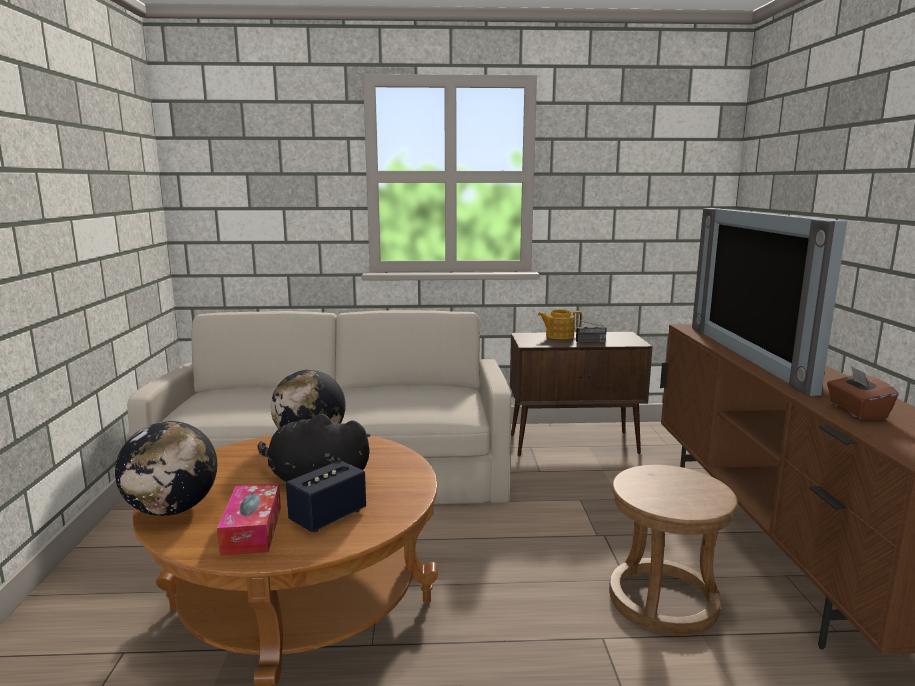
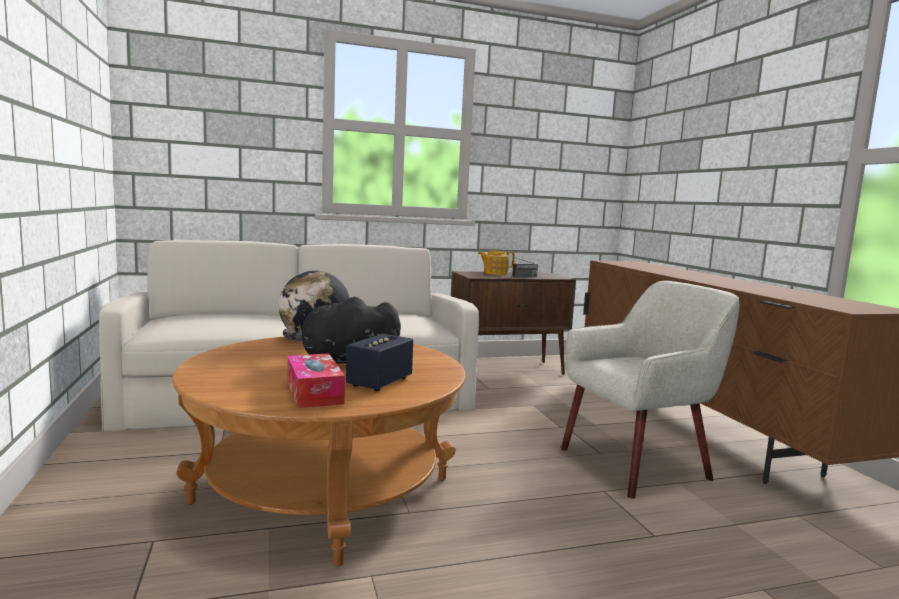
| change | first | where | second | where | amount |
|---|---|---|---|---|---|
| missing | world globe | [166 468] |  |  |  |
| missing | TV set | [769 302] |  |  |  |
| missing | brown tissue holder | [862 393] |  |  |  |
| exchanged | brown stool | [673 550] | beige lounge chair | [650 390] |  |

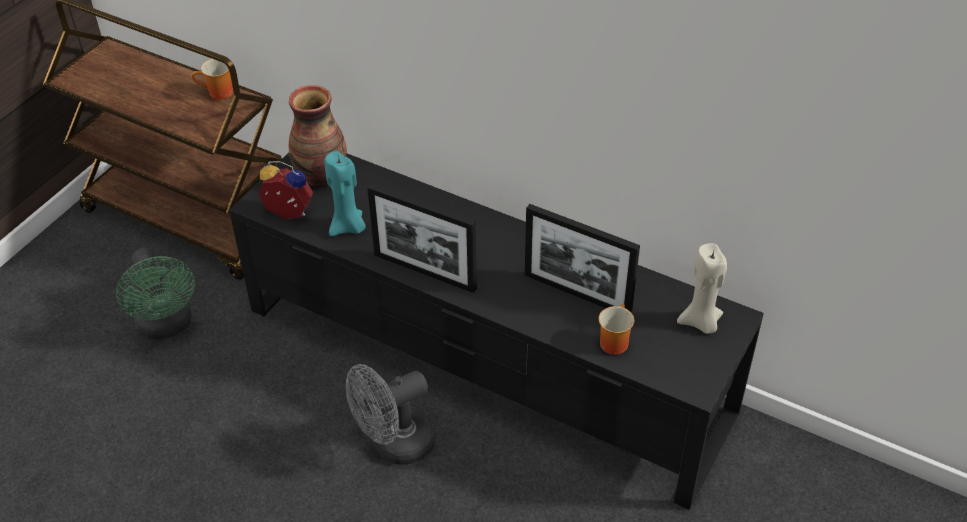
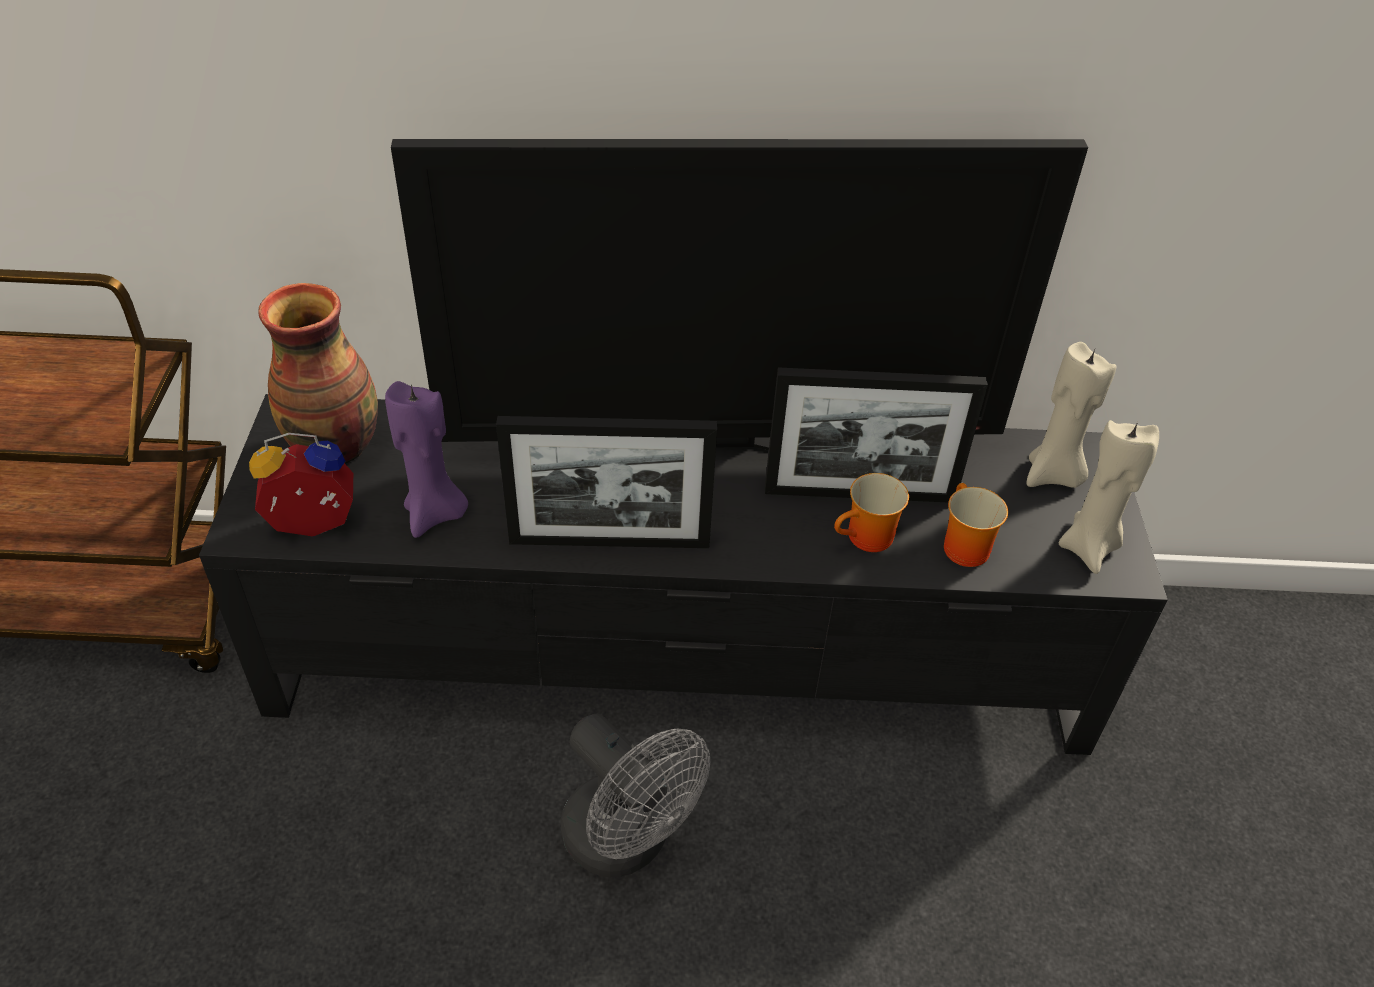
| change | first | where | second | where | amount |
|---|---|---|---|---|---|
| missing | greenish electric fan | [155 293] |  |  |  |
| appeared |  |  | TV set | [739 294] |  |
| appeared |  |  | beige wax light | [1109 497] |  |
| relocated | mug | [212 79] |  | [871 512] |  |
| colour | blue-green wax light | [345 193] | purple-coloured wax light | [426 459] |  |
| spun | grey electric fan | [391 414] |  | [635 796] | 75 degrees counterclockwise |

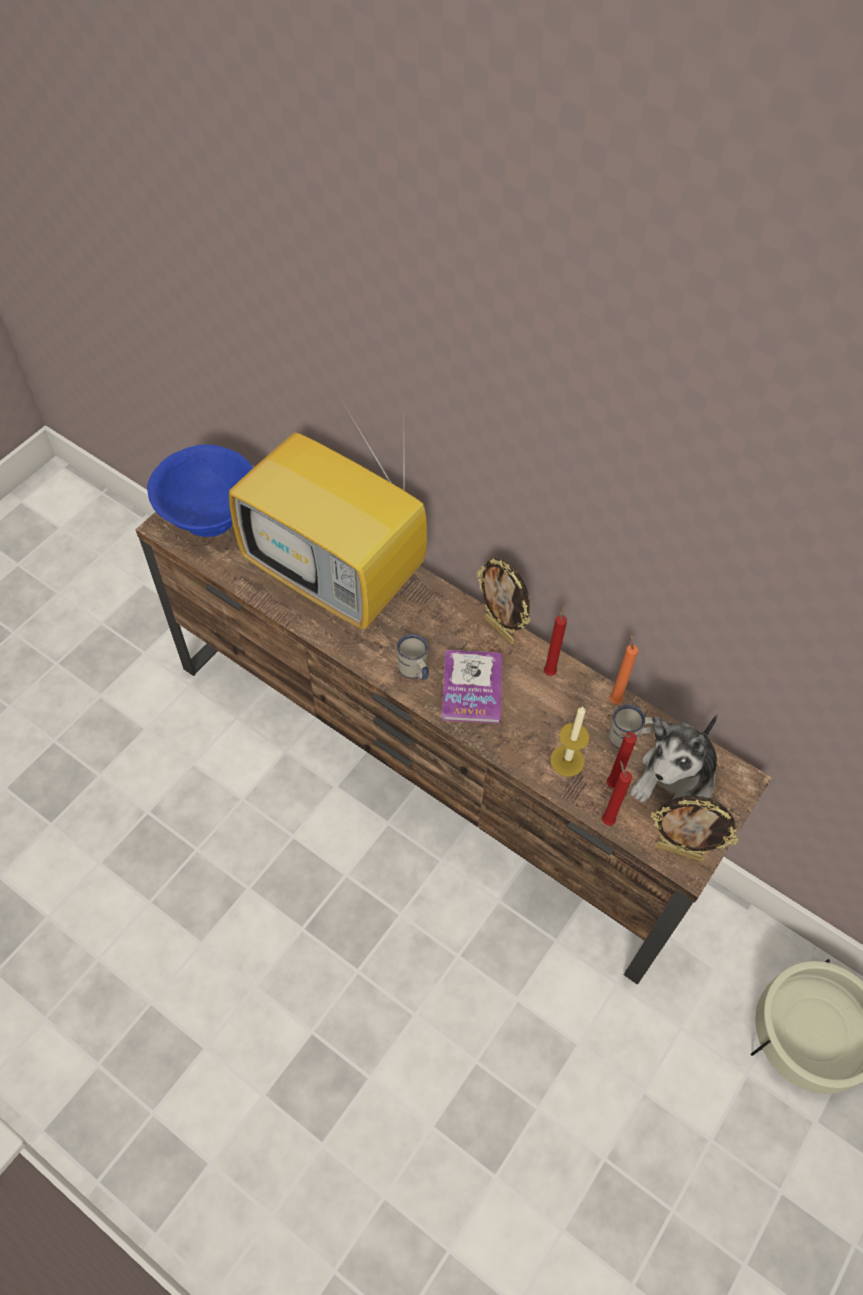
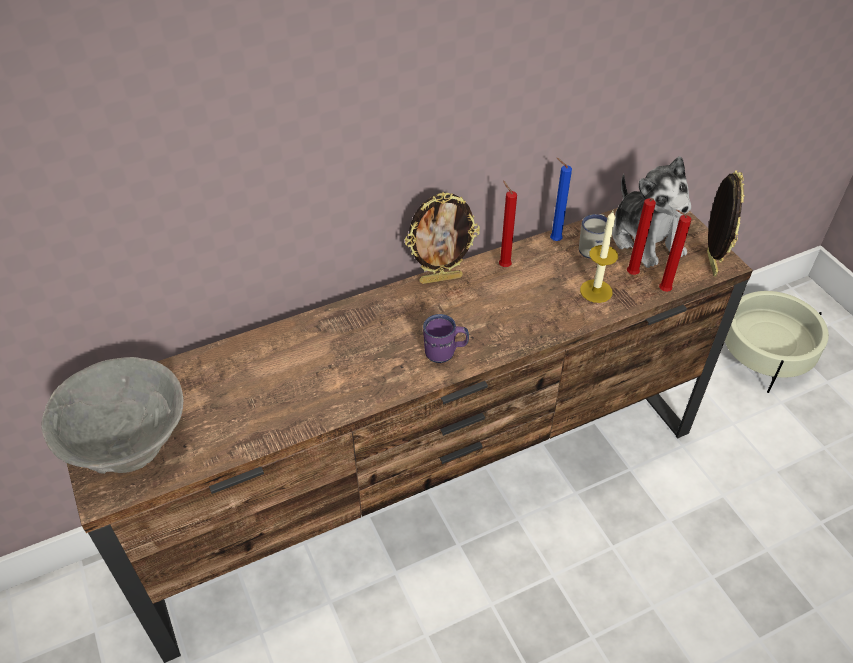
| change | first | where | second | where | amount |
|---|---|---|---|---|---|
| missing | TV set | [328 512] |  |  |  |
| missing | volume | [471 687] |  |  |  |
| colour | blue bowl | [200 490] | grey bowl | [112 415] |  |
| colour | white-coloured mug | [413 657] | purple-coloured mug | [446 338] |  |
| colour | orange wax light | [623 668] | blue wax light | [561 199] |  |
| spun | photo frame | [694 828] |  | [726 224] | 45 degrees counterclockwise |

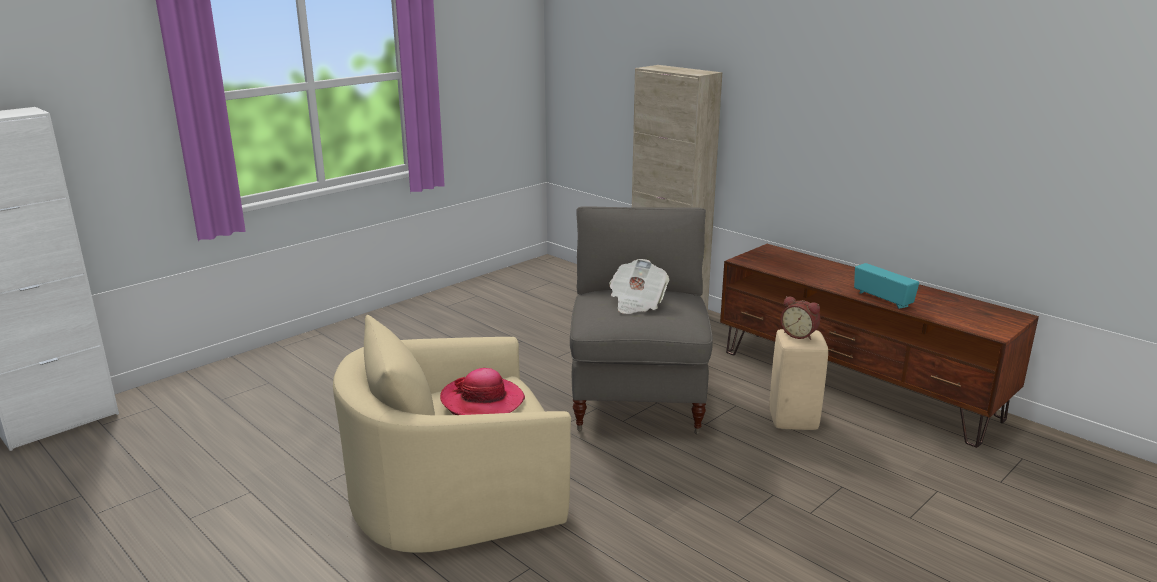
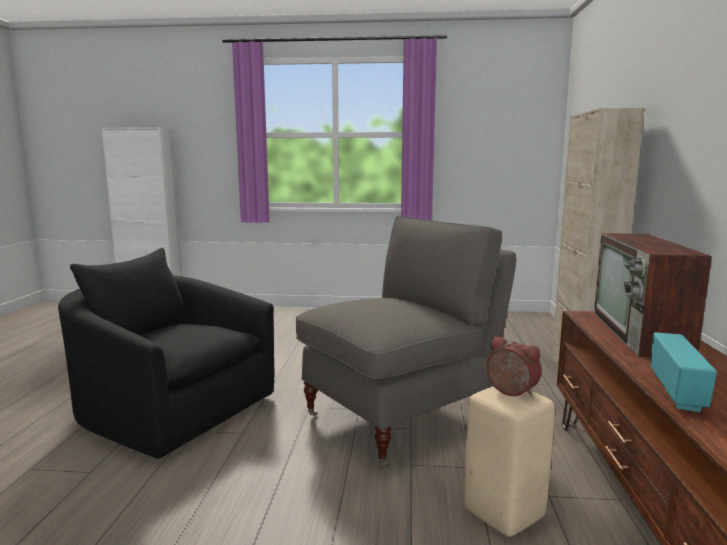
| change | first | where | second | where | amount |
|---|---|---|---|---|---|
| missing | clothing hat | [482 391] |  |  |  |
| missing | daily paper | [639 286] |  |  |  |
| appeared |  |  | TV set | [653 295] |  |
| colour | beige lounge chair | [452 434] | black lounge chair | [166 353] |  |
| spun | alarm clock | [800 318] |  | [514 366] | 135 degrees clockwise |

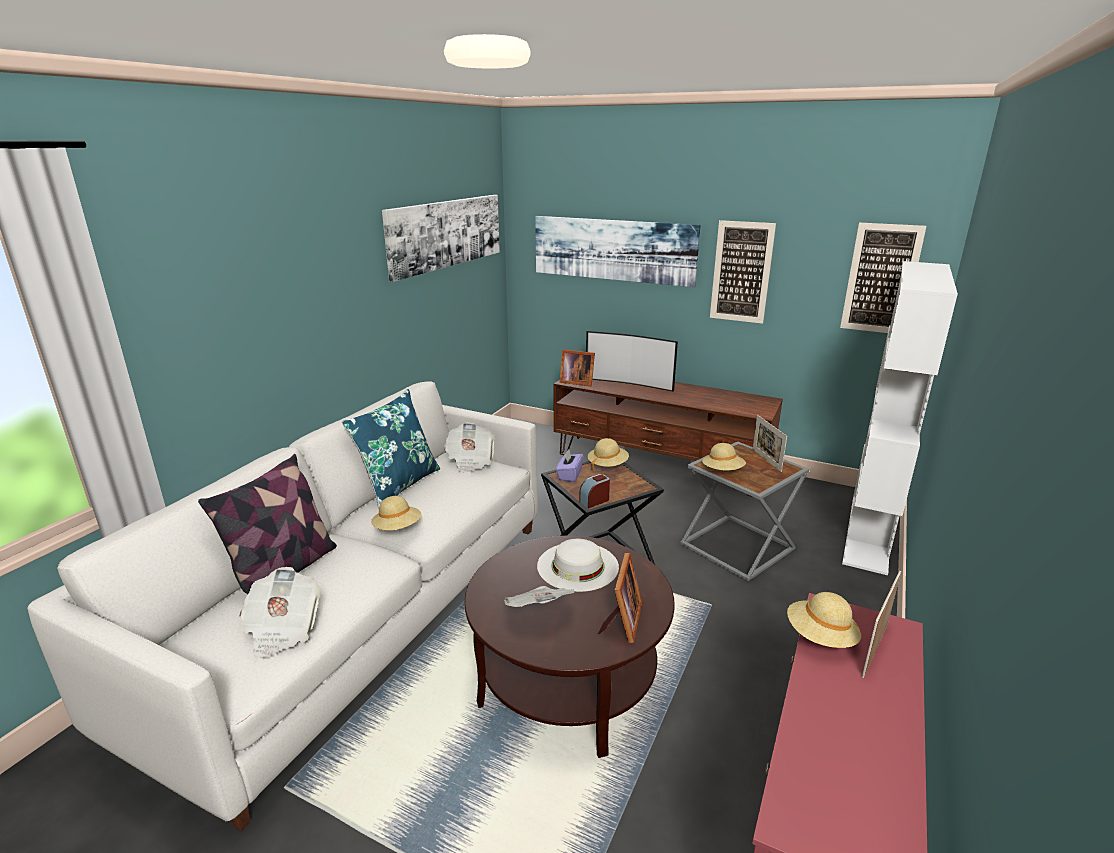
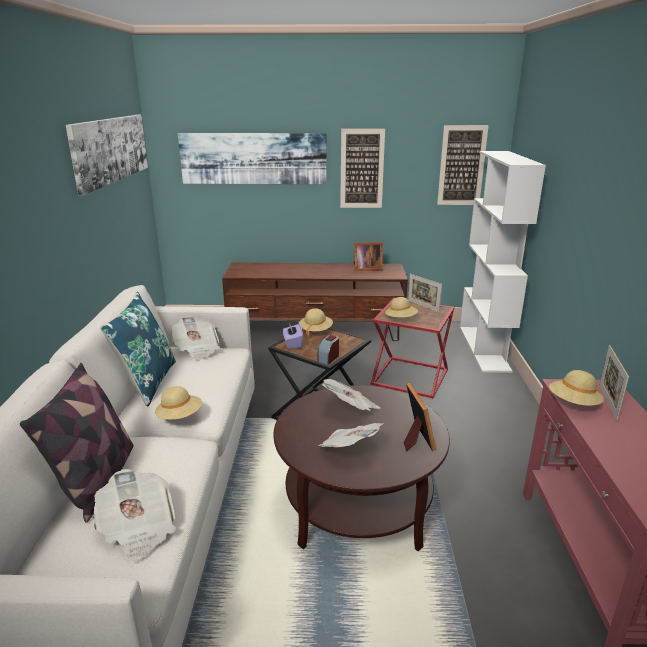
| change | first | where | second | where | amount |
|---|---|---|---|---|---|
| missing | TV set | [632 361] |  |  |  |
| relocated | photo frame | [577 368] |  | [368 256] |  |
| exchanged | white-coloured clothing hat | [578 565] | daily paper | [351 395] |  |
| colour | grey end table | [744 511] | red end table | [412 348] |  |

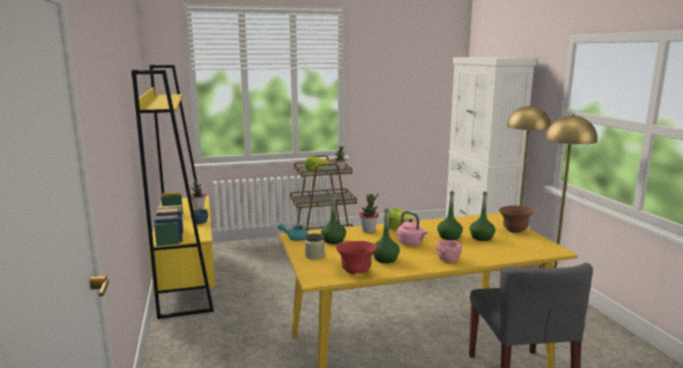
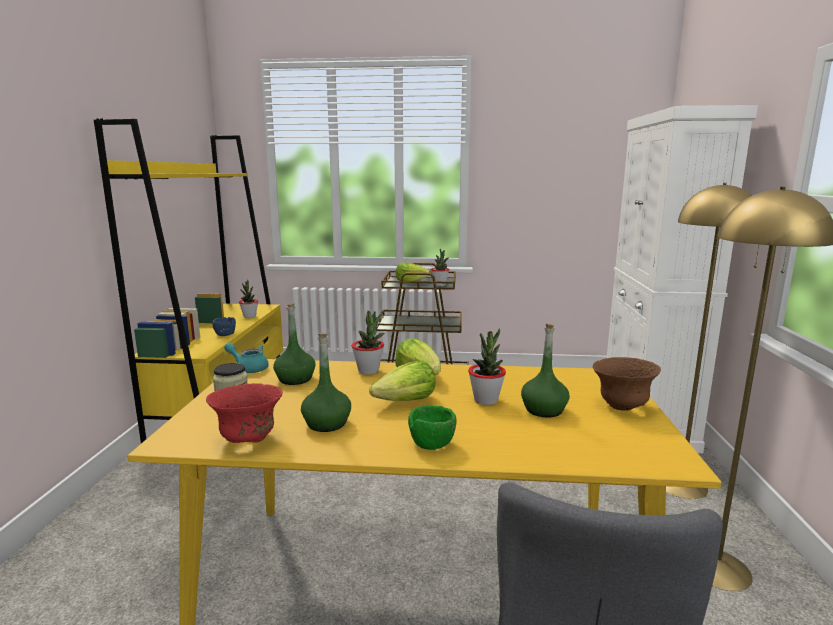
| change | first | where | second | where | amount |
|---|---|---|---|---|---|
| exchanged | pinkish tea kettle | [412 228] | head of lettuce | [402 381] |  |
| exchanged | greenish beverage bottle | [450 215] | houseplant | [487 366] |  |
| colour | pinkish bowl | [449 251] | greenish bowl | [432 428] |  |

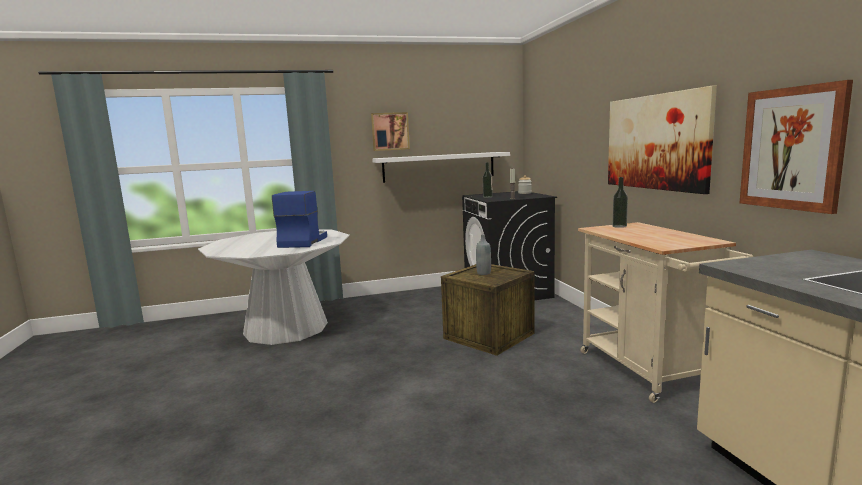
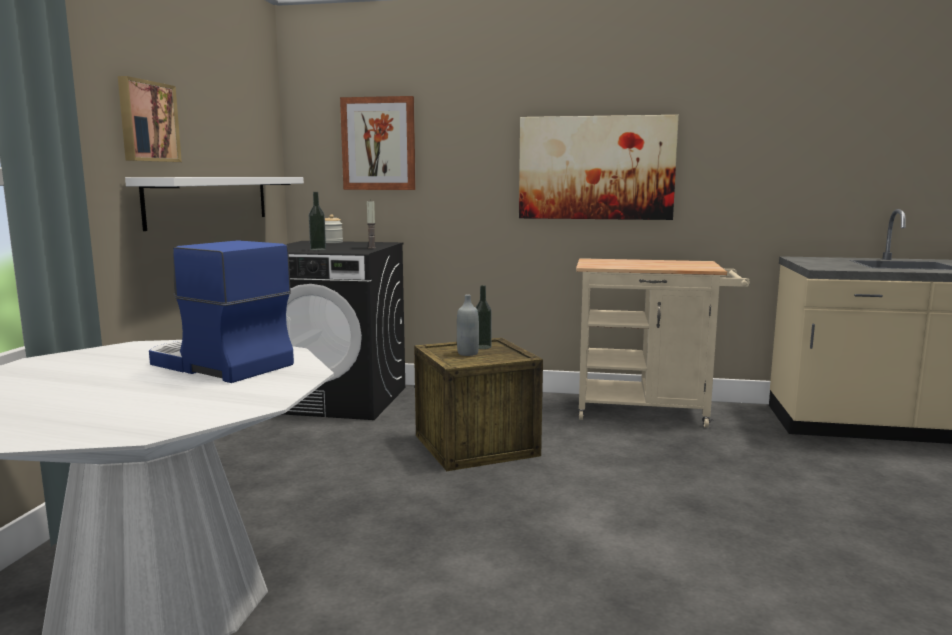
| change | first | where | second | where | amount |
|---|---|---|---|---|---|
| relocated | beverage bottle | [620 202] |  | [483 317] |  |
| relocated | wall art | [796 147] |  | [378 143] |  |

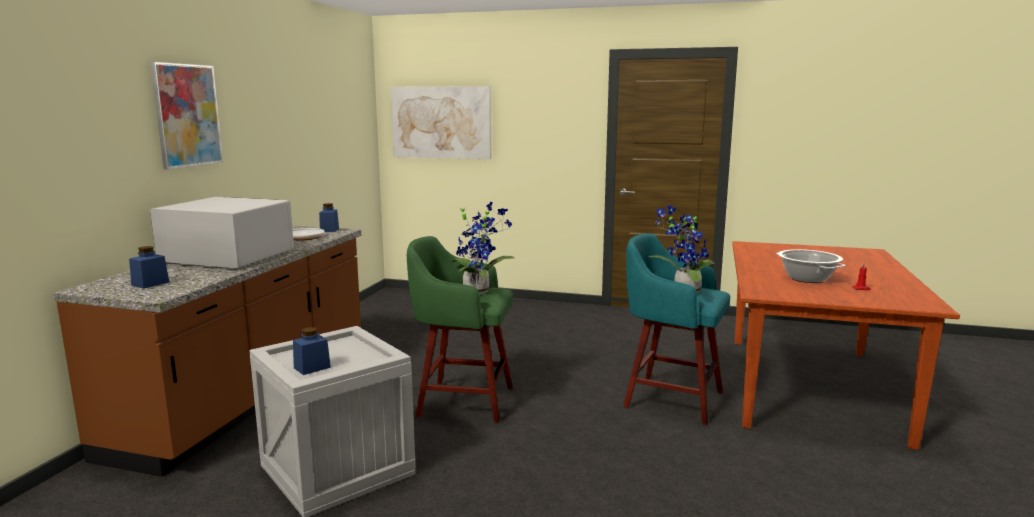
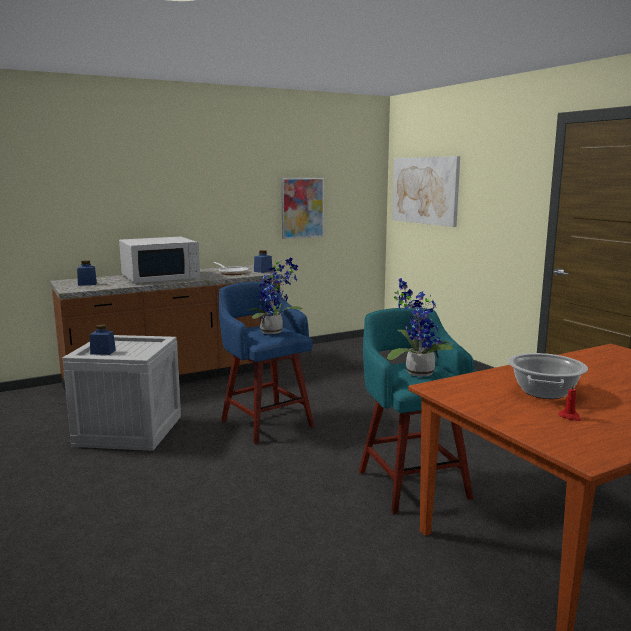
| change | first | where | second | where | amount |
|---|---|---|---|---|---|
| relocated | wall art | [186 116] |  | [302 208] |  |
| colour | greenish stool | [460 329] | blue stool | [266 362] |  |
| spun | white-coloured microwave | [222 233] |  | [159 259] | 90 degrees clockwise |

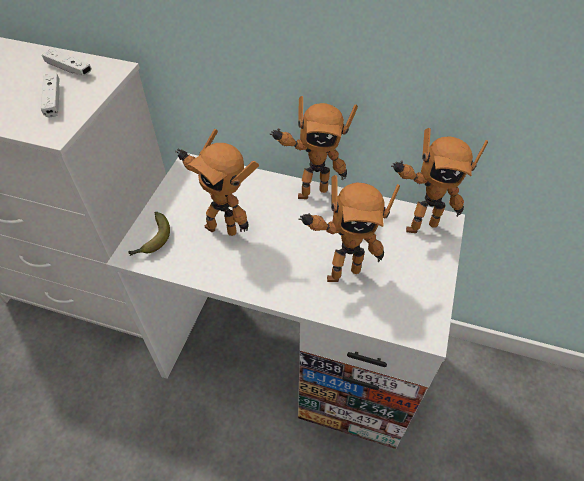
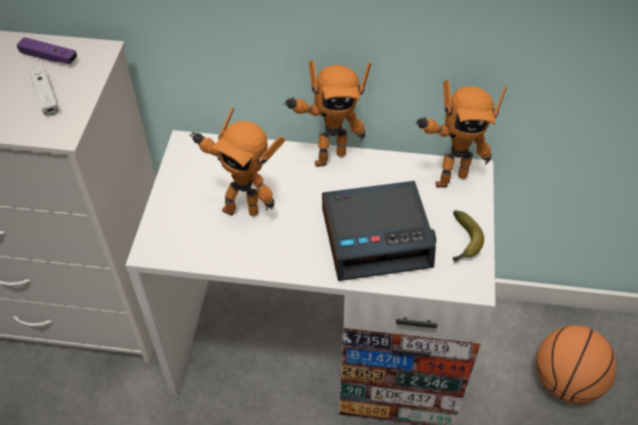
| change | first | where | second | where | amount |
|---|---|---|---|---|---|
| appeared |  |  | basketball | [576 364] |  |
| relocated | banana fruit | [149 234] |  | [468 236] |  |
| exchanged | toy robot | [349 228] | alarm clock | [379 231] |  |
| colour | white-coloured gamepad | [67 62] | purple-coloured gamepad | [47 50] |  |

